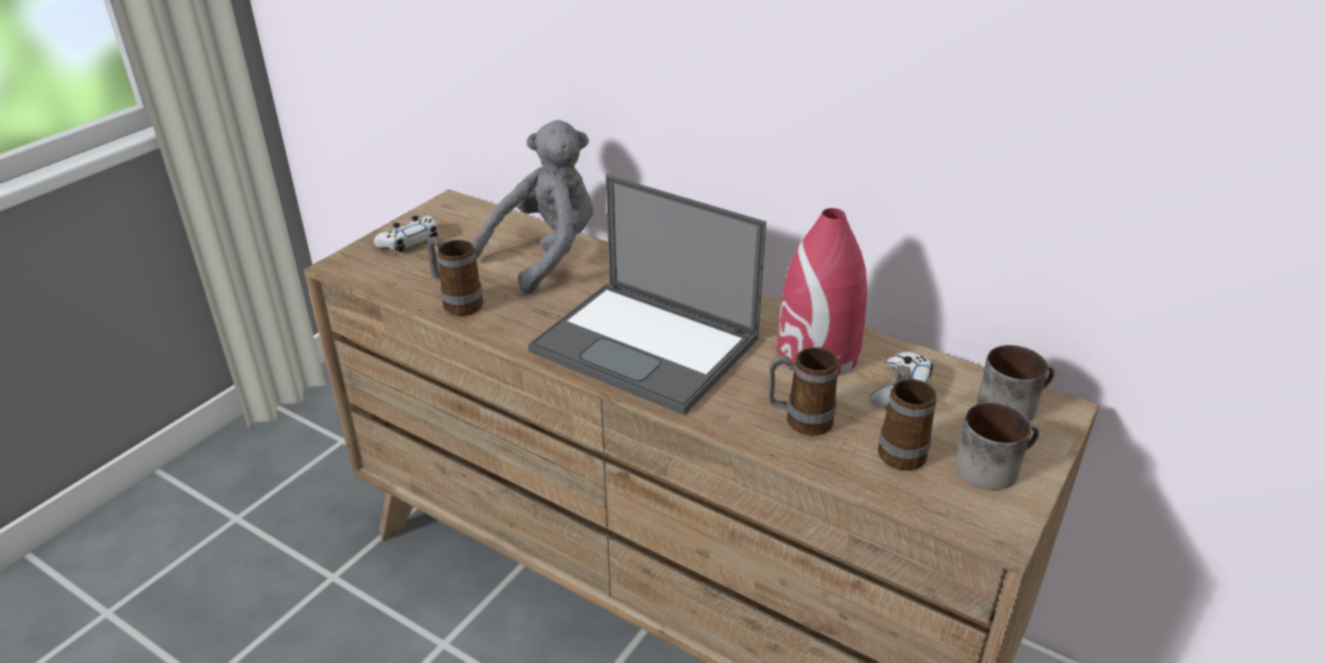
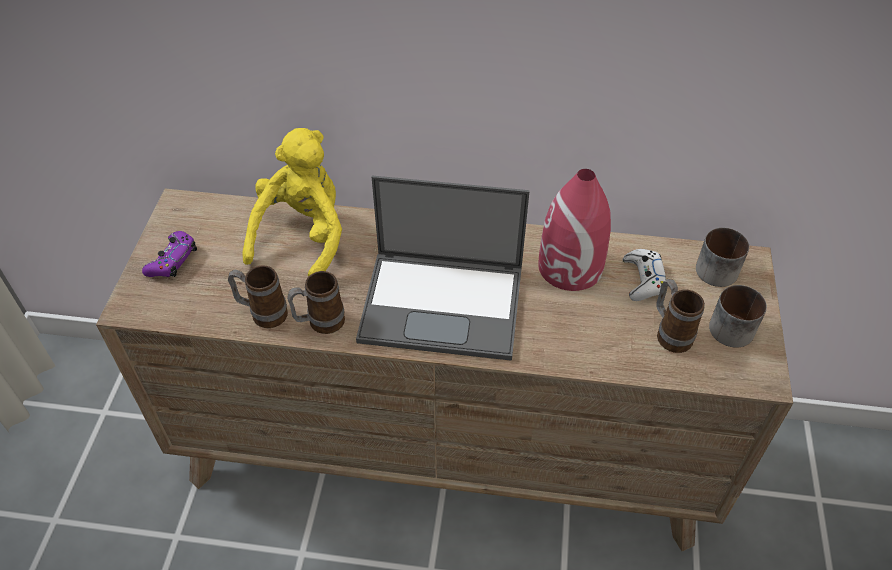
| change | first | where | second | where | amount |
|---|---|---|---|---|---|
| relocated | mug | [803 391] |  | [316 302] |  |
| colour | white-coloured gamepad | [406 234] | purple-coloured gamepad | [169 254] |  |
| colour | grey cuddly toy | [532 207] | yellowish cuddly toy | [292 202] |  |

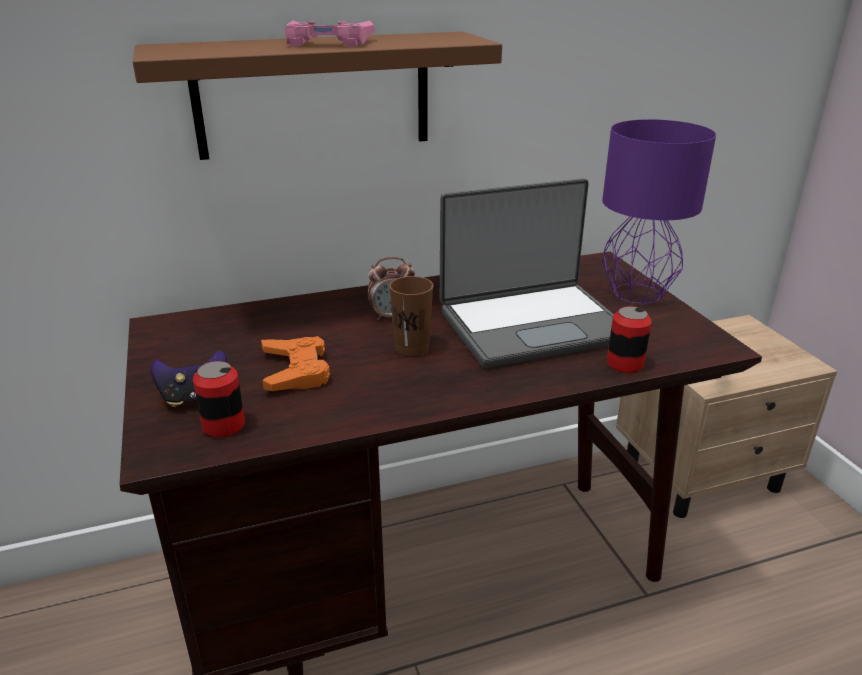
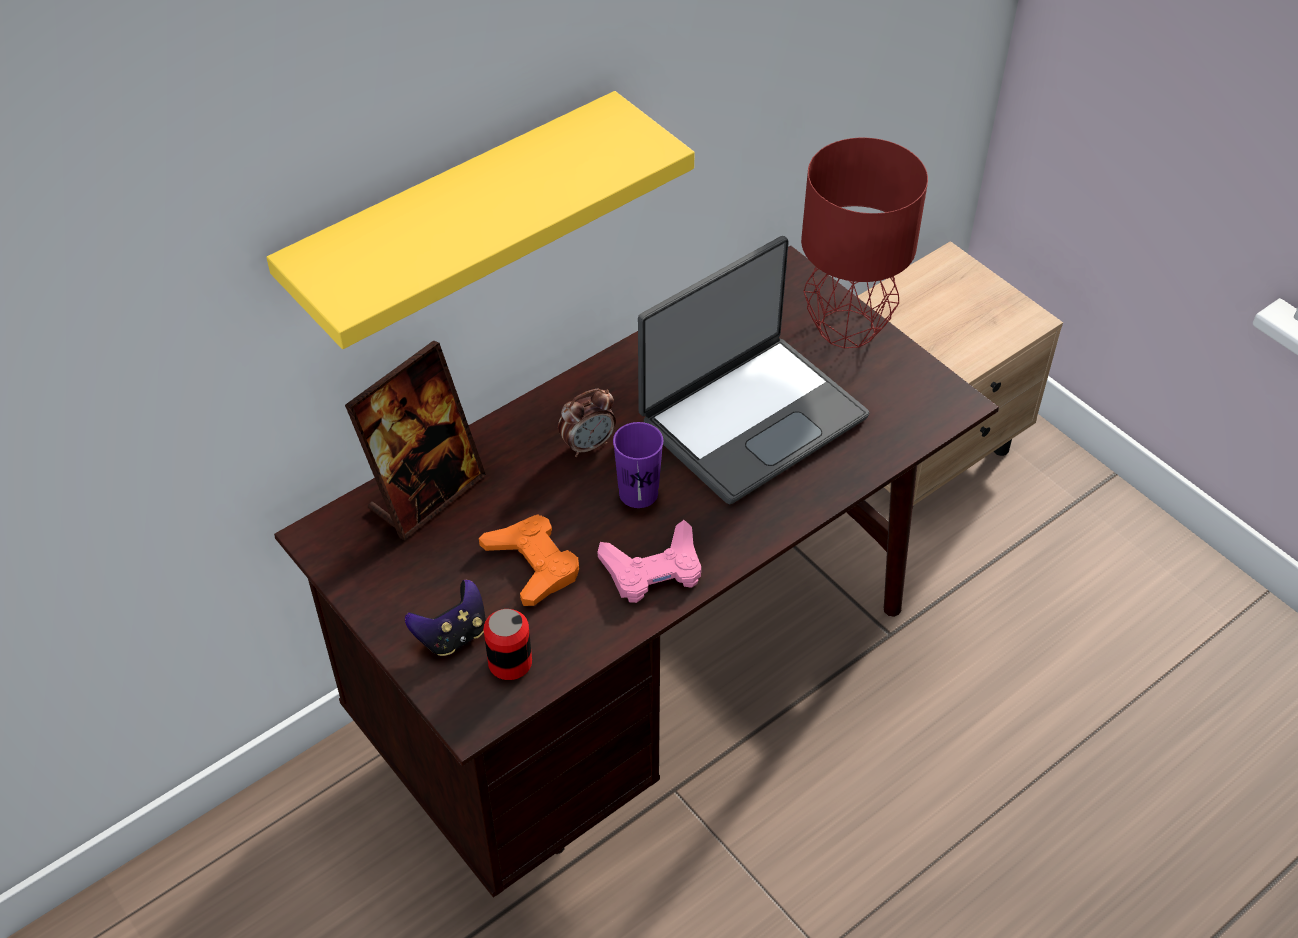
| change | first | where | second | where | amount |
|---|---|---|---|---|---|
| missing | sealed can | [629 339] |  |  |  |
| appeared |  |  | photo frame | [415 440] |  |
| relocated | pinkish gamepad | [329 33] |  | [649 561] |  |
| colour | brown shelf | [317 96] | yellowish shelf | [480 220] |  |
| colour | brown cup | [411 316] | purple-coloured cup | [638 465] |  |
| colour | purple-coloured lamp for a table | [659 211] | red lamp for a table | [864 243] |  |

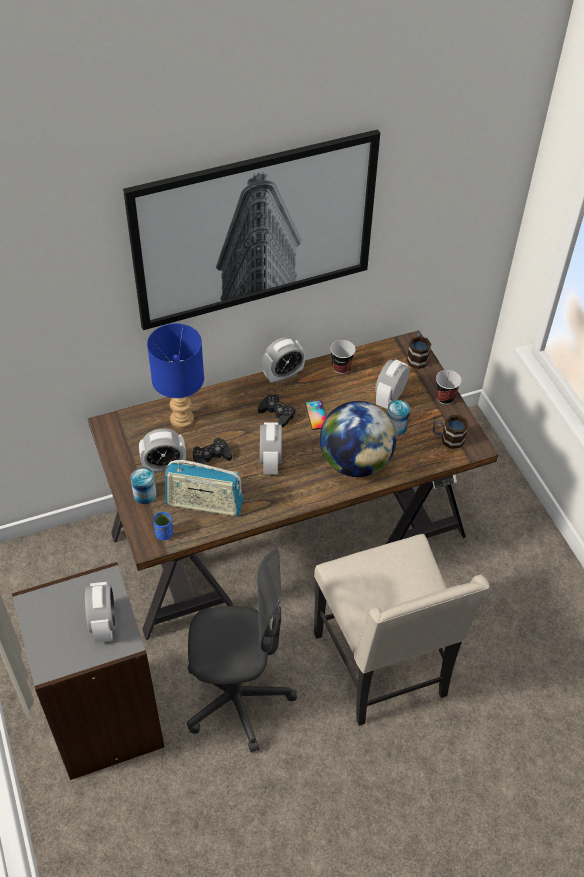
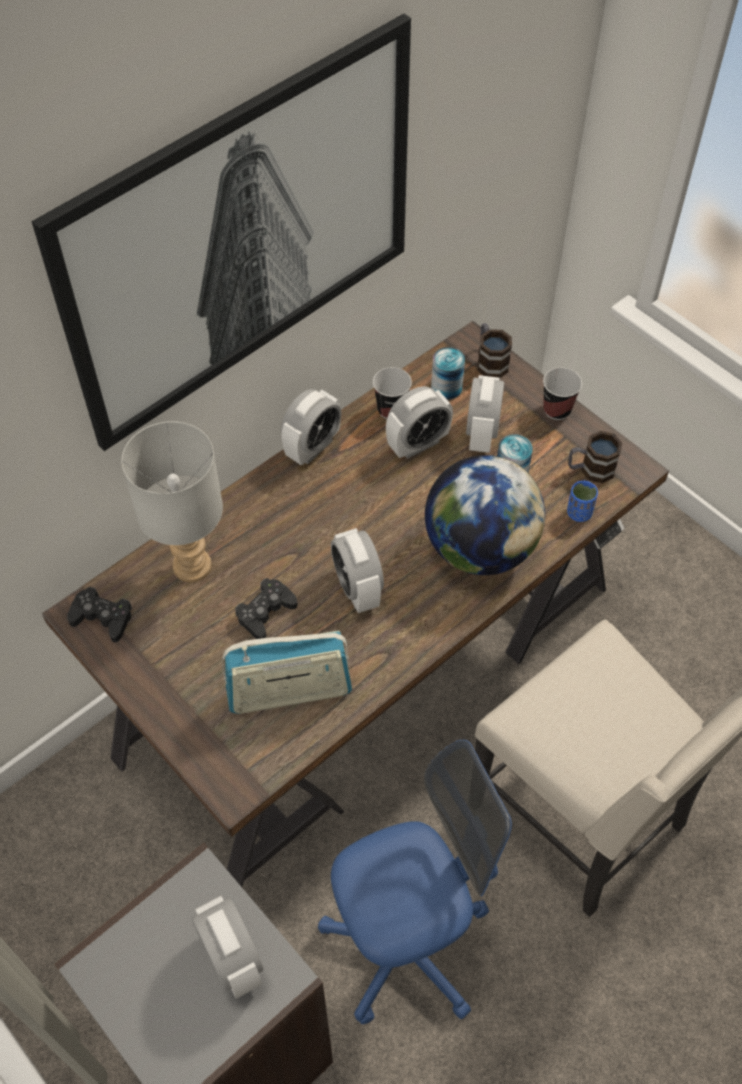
| change | first | where | second | where | amount |
|---|---|---|---|---|---|
| missing | telephone | [315 415] |  |  |  |
| relocated | sealed can | [144 485] |  | [448 373] |  |
| relocated | alarm clock | [162 451] |  | [419 422] |  |
| relocated | blue cup | [163 526] |  | [582 501] |  |
| relocated | black gamepad | [277 411] |  | [99 614] |  |
| colour | blue lamp for a table | [175 376] | grey lamp for a table | [172 502] |  |
| colour | grey office chair | [242 651] | blue office chair | [415 882] |  |

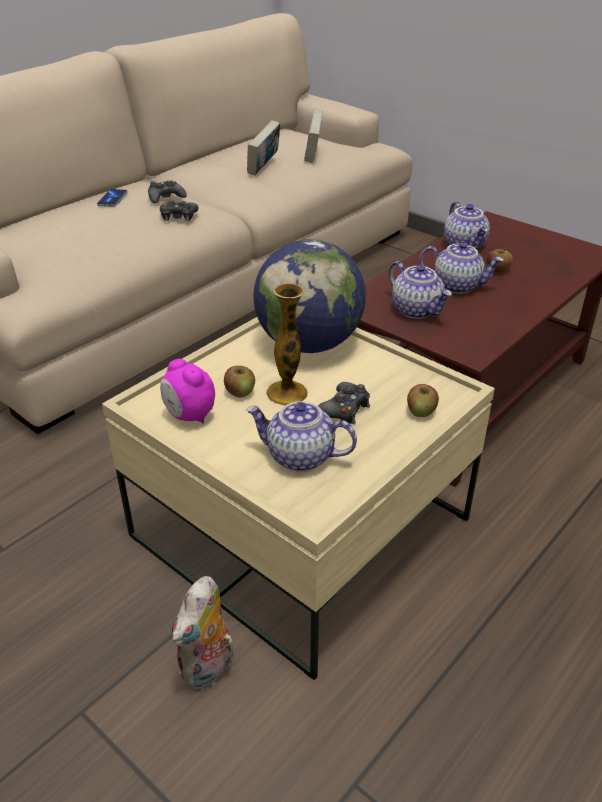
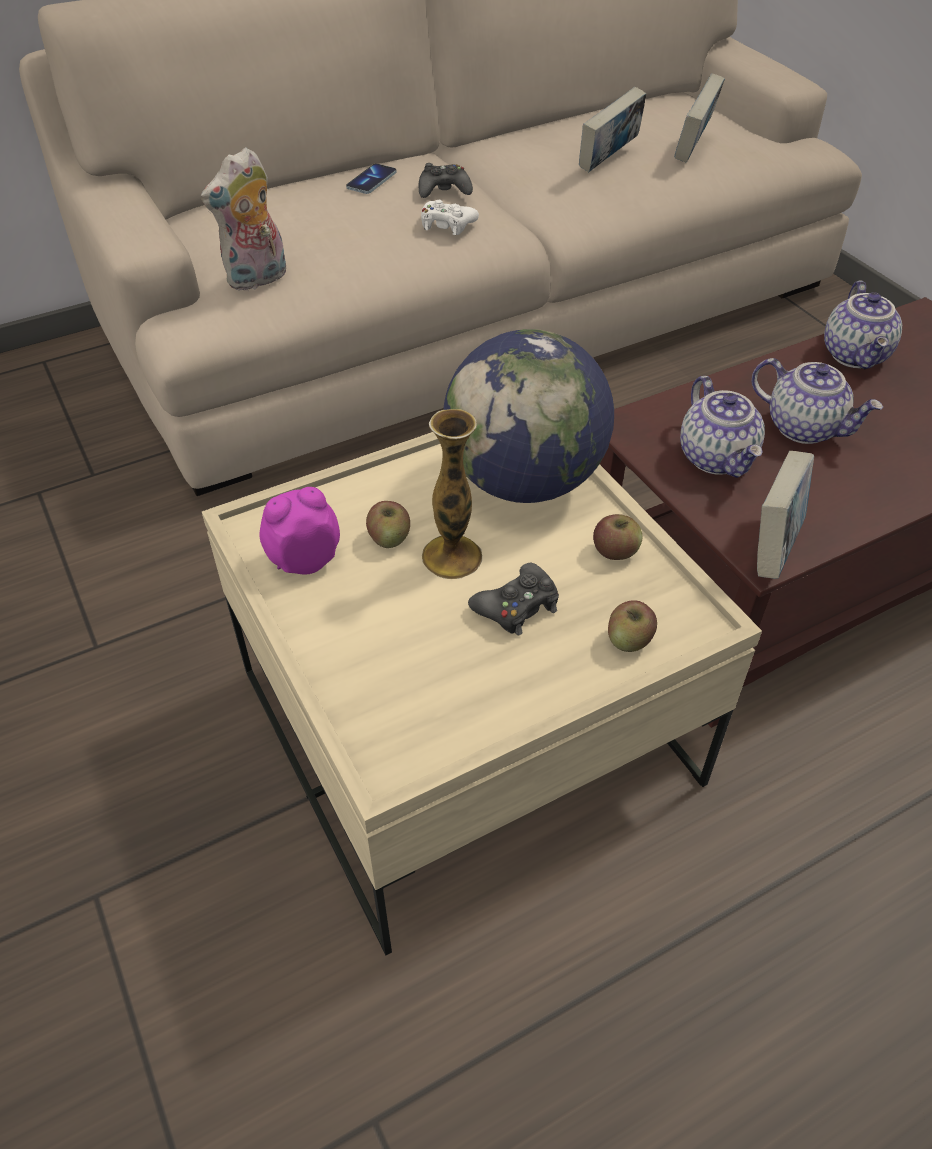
| change | first | where | second | where | amount |
|---|---|---|---|---|---|
| missing | teapot | [301 436] |  |  |  |
| appeared |  |  | volume | [785 515] |  |
| relocated | cuddly toy | [202 633] |  | [243 219] |  |
| relocated | apple fruit | [500 260] |  | [617 537] |  |
| colour | black gamepad | [179 210] | white-coloured gamepad | [450 217] |  |
| spun | alarm clock | [187 391] |  | [300 531] | 90 degrees clockwise |

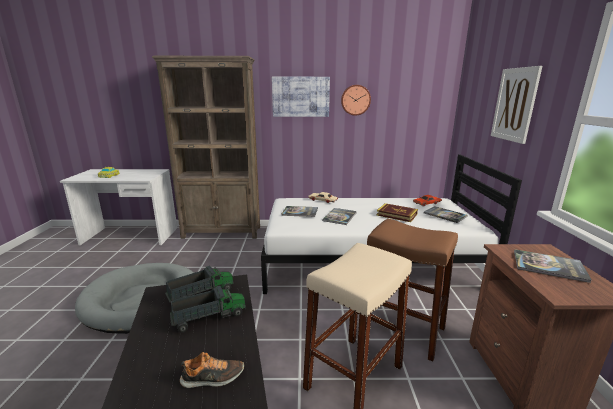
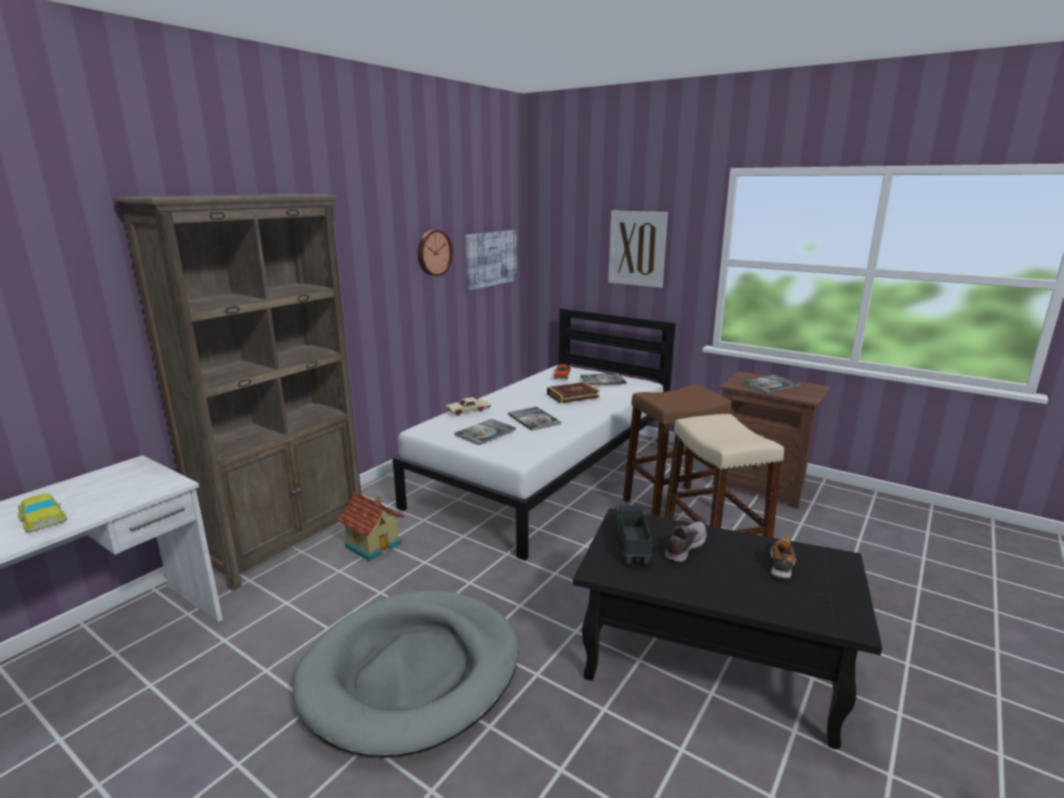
| change | first | where | second | where | amount |
|---|---|---|---|---|---|
| appeared |  |  | model house | [370 526] |  |
| relocated | wall art | [301 97] |  | [491 260] |  |
| exchanged | toy truck | [208 309] | shoe | [685 541] |  |

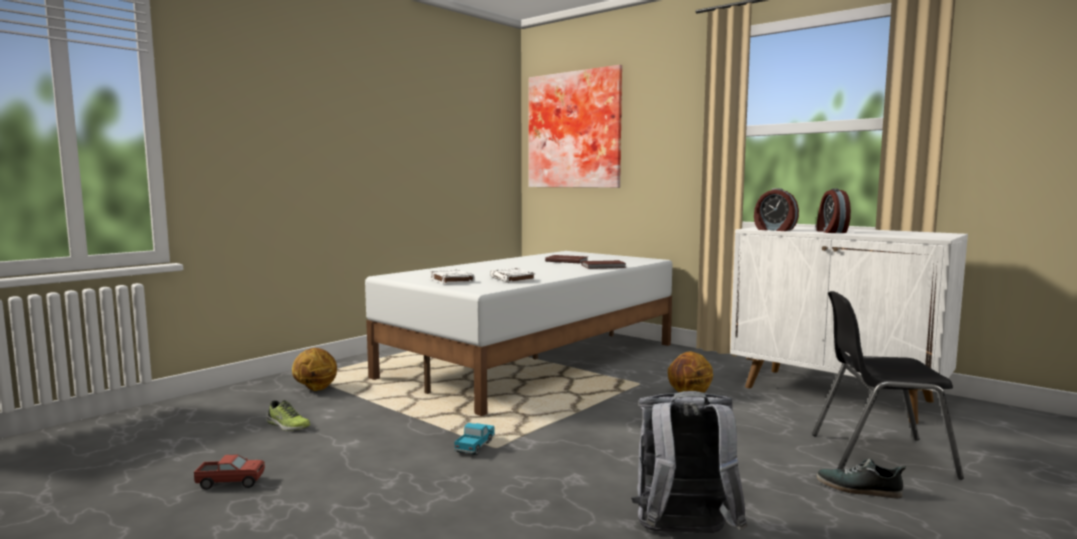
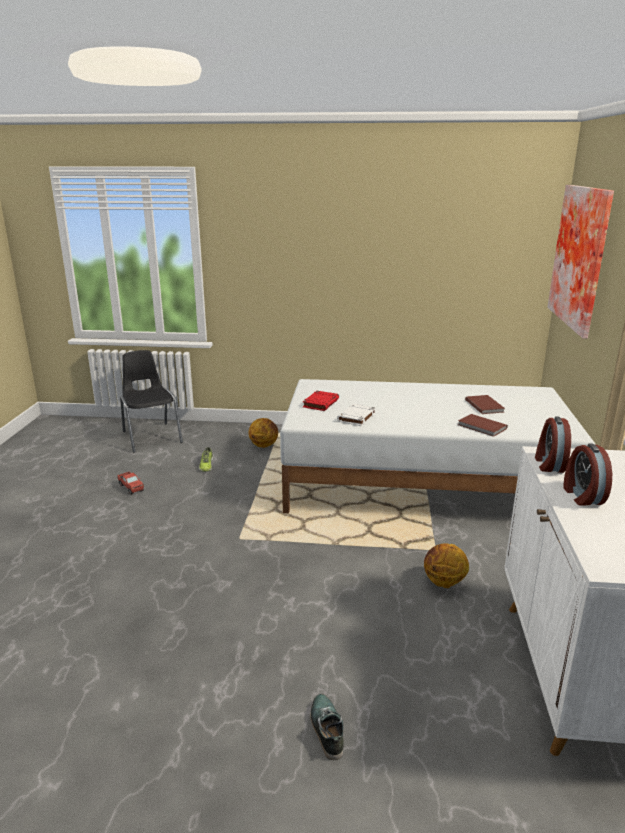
| change | first | where | second | where | amount |
|---|---|---|---|---|---|
| missing | toy truck | [474 439] |  |  |  |
| missing | grey rucksack | [689 462] |  |  |  |
| relocated | black plain chair | [888 385] |  | [151 401] |  |
| colour | white-coloured volume | [452 276] | red volume | [321 401] |  |
| spun | alarm clock | [833 210] |  | [587 474] | 60 degrees counterclockwise |

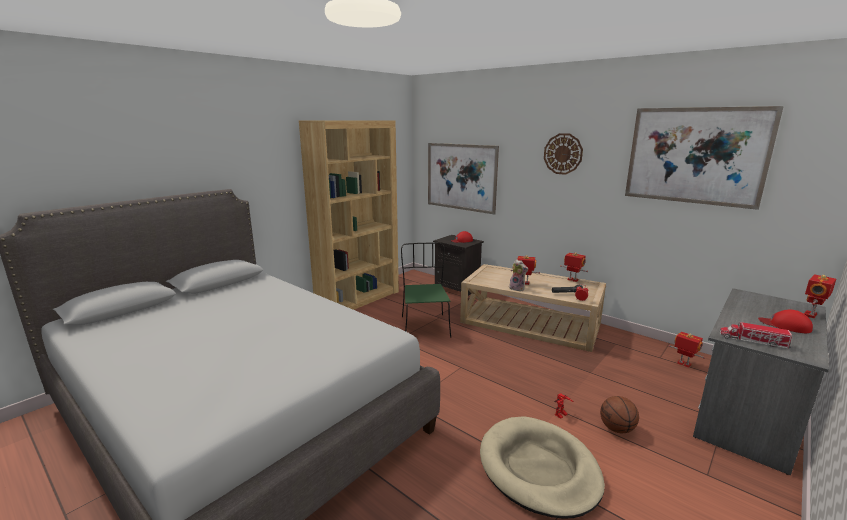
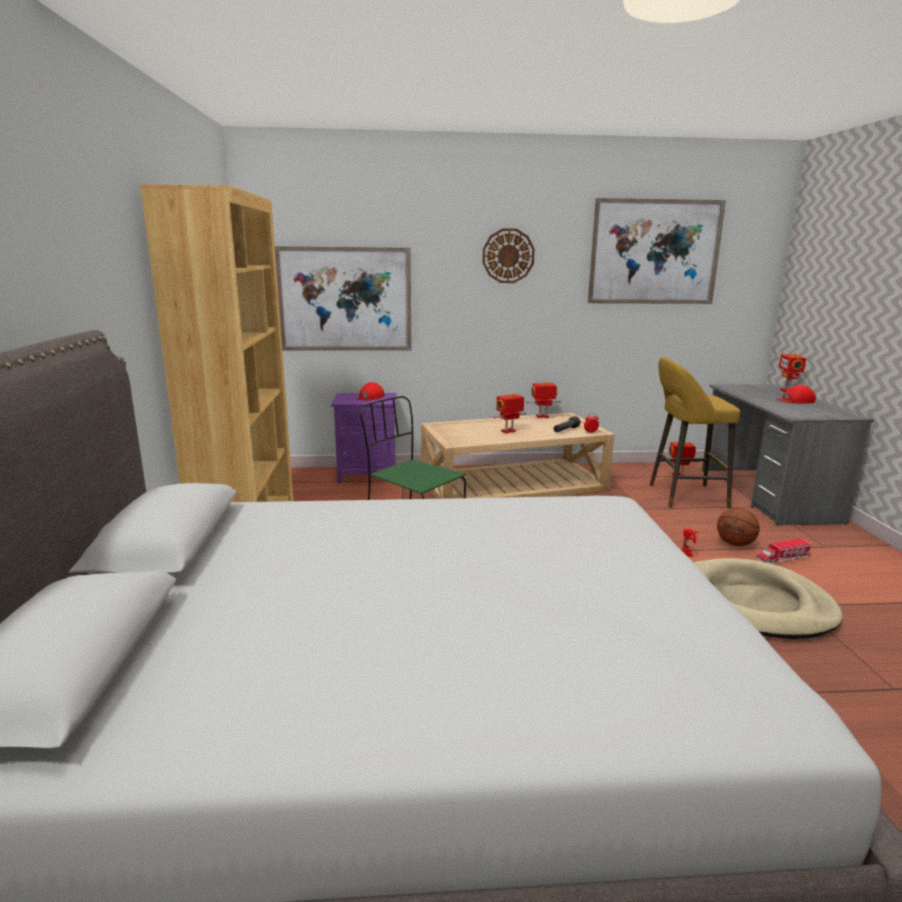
| change | first | where | second | where | amount |
|---|---|---|---|---|---|
| missing | cuddly toy | [518 275] |  |  |  |
| appeared |  |  | yellowish stool | [695 432] |  |
| relocated | toy truck | [756 335] |  | [783 550] |  |
| colour | black nightstand | [458 265] | purple-coloured nightstand | [363 438] |  |

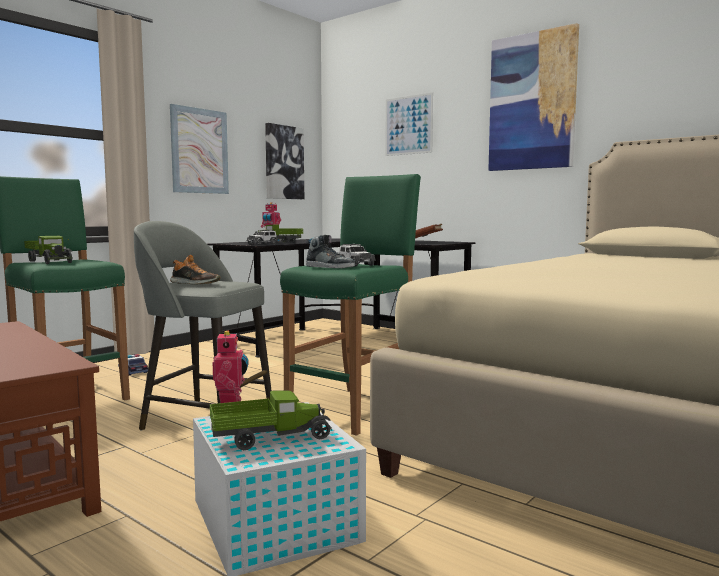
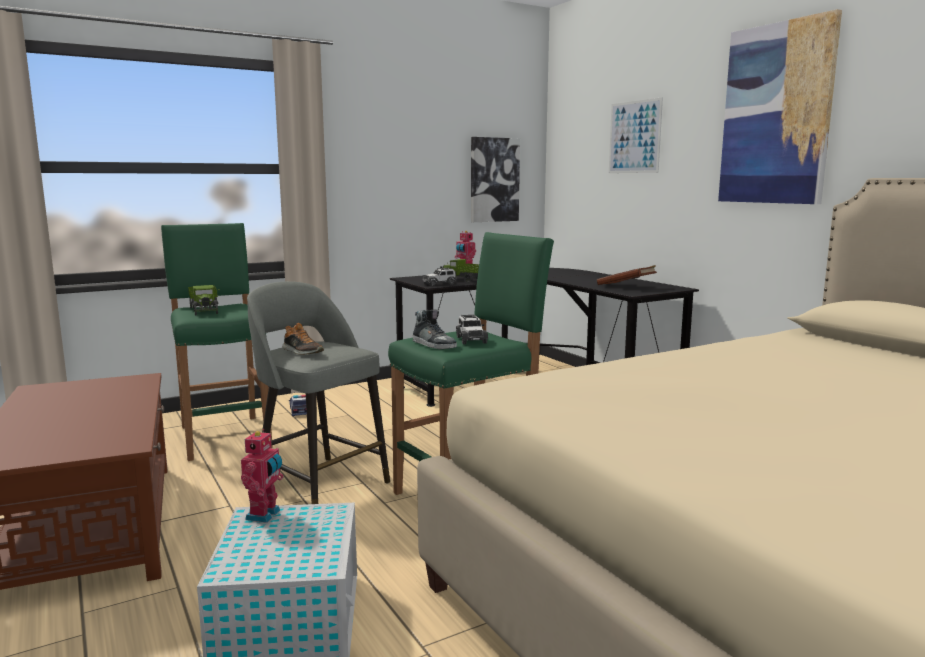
| change | first | where | second | where | amount |
|---|---|---|---|---|---|
| missing | wall art | [199 149] |  |  |  |
| missing | toy truck | [271 420] |  |  |  |

